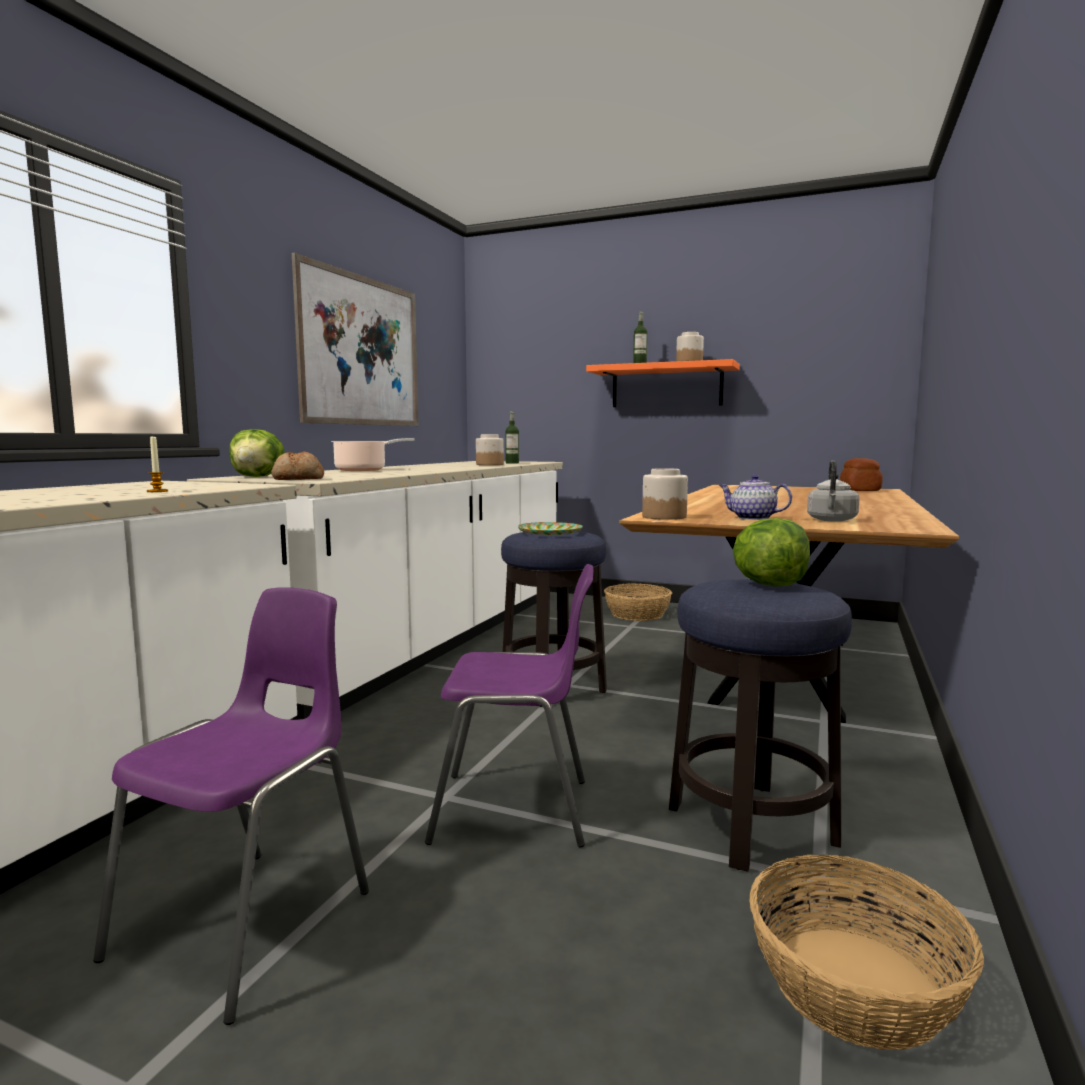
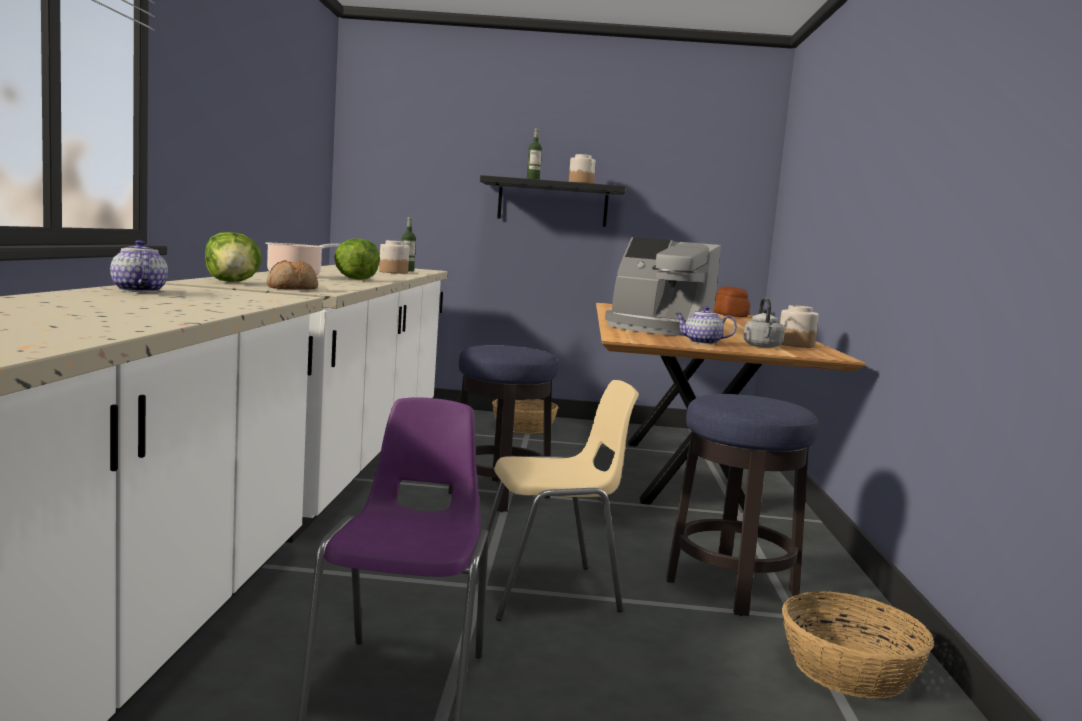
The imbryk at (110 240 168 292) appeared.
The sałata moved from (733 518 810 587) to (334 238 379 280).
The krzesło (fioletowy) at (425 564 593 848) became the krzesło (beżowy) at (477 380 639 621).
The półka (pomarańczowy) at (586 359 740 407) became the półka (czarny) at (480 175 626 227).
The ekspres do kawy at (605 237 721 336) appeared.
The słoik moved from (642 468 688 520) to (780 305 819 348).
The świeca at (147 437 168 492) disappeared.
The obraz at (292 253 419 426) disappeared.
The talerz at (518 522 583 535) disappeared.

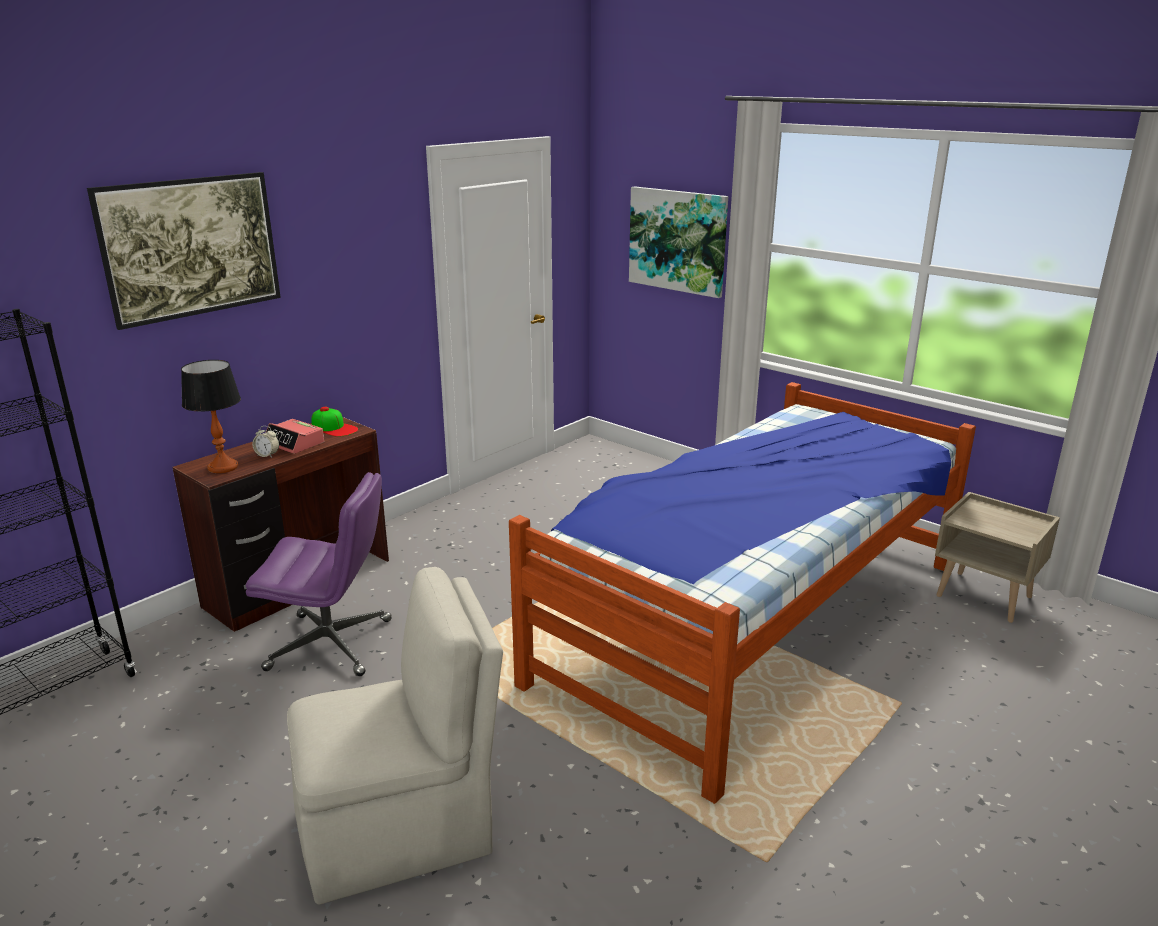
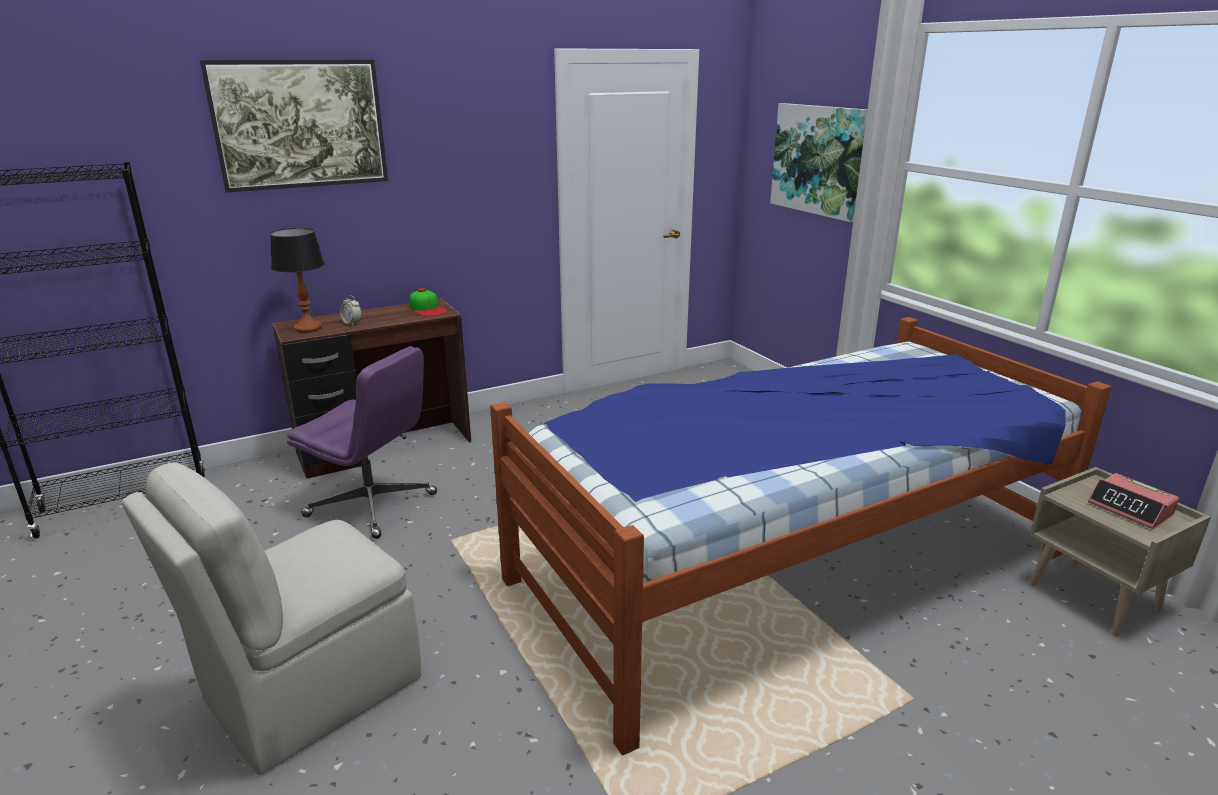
The krzesło (beżowy) at (287 567 503 904) turned 135 degrees clockwise.
The budzik moved from (266 419 324 454) to (1088 473 1179 529).

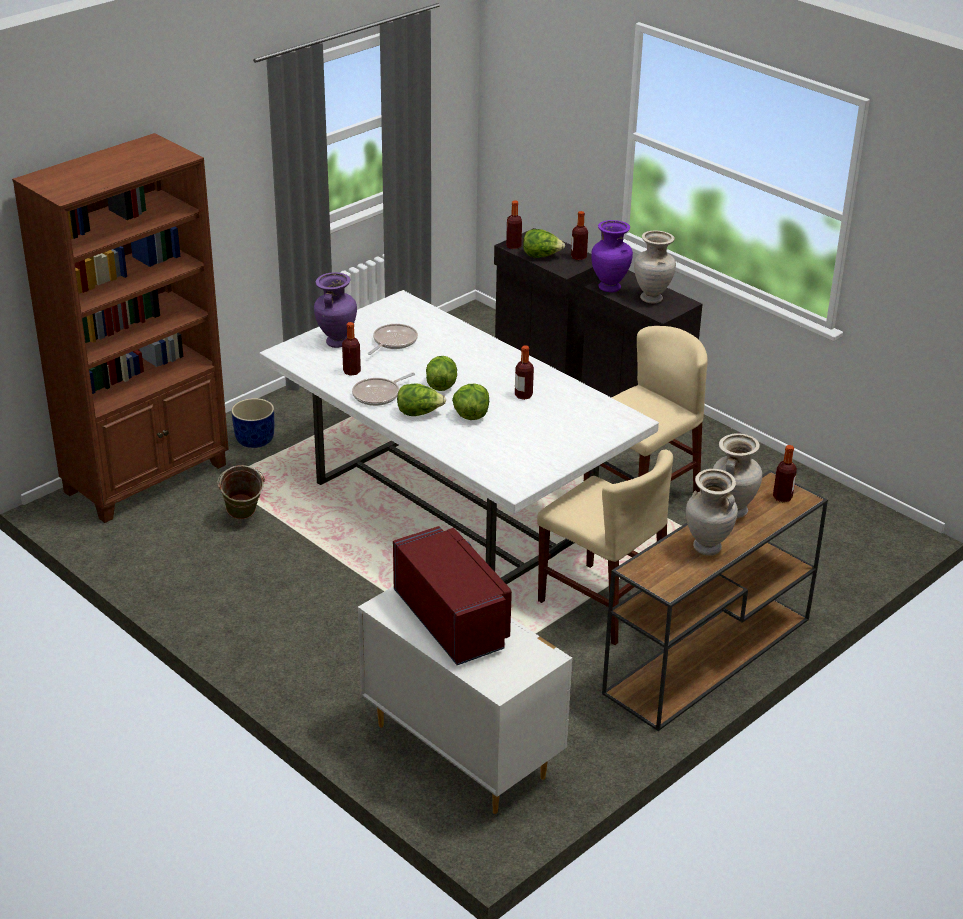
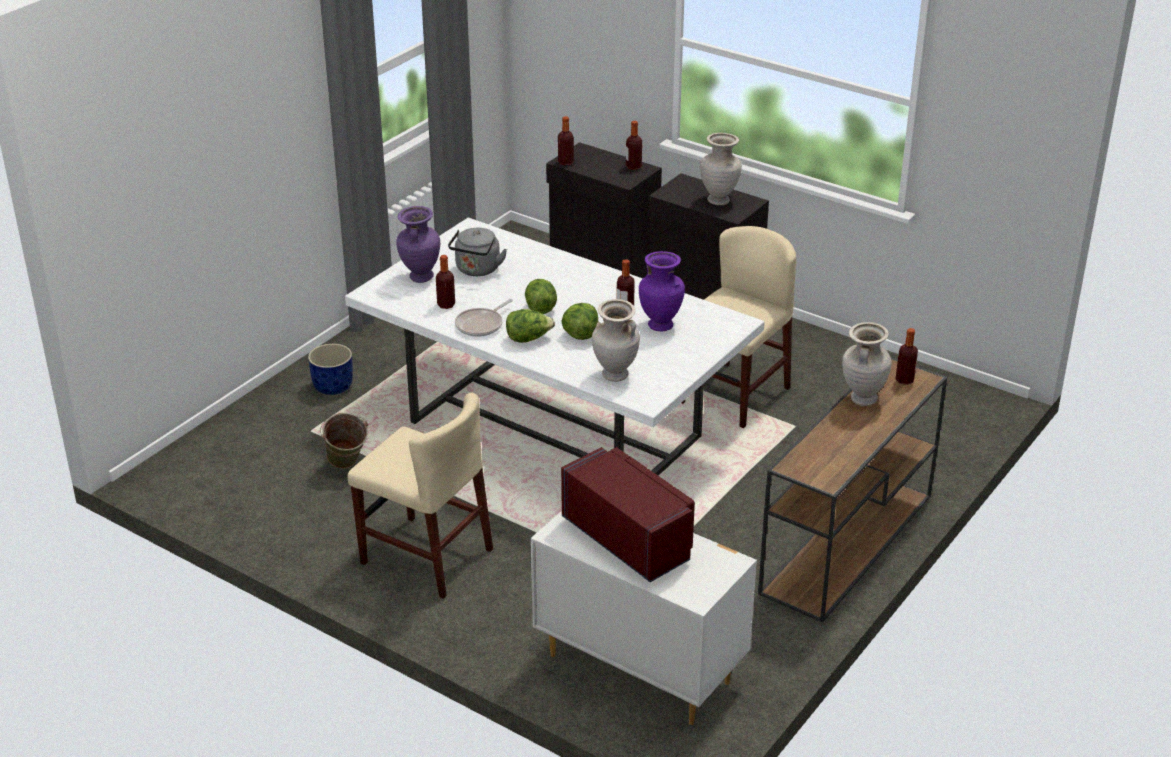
The krzesło (beżowy) moved from (537 450 673 645) to (348 393 493 599).
The patelnia at (367 324 418 355) was replaced by the czajnik (szary) at (448 228 507 276).
The wazon (beżowy) moved from (686 469 738 556) to (592 299 640 382).
The wazon (fioletowy) moved from (591 220 633 292) to (639 251 685 331).
The regał (brązowy) at (12 133 229 523) disappeared.
The sałata at (523 229 565 258) disappeared.

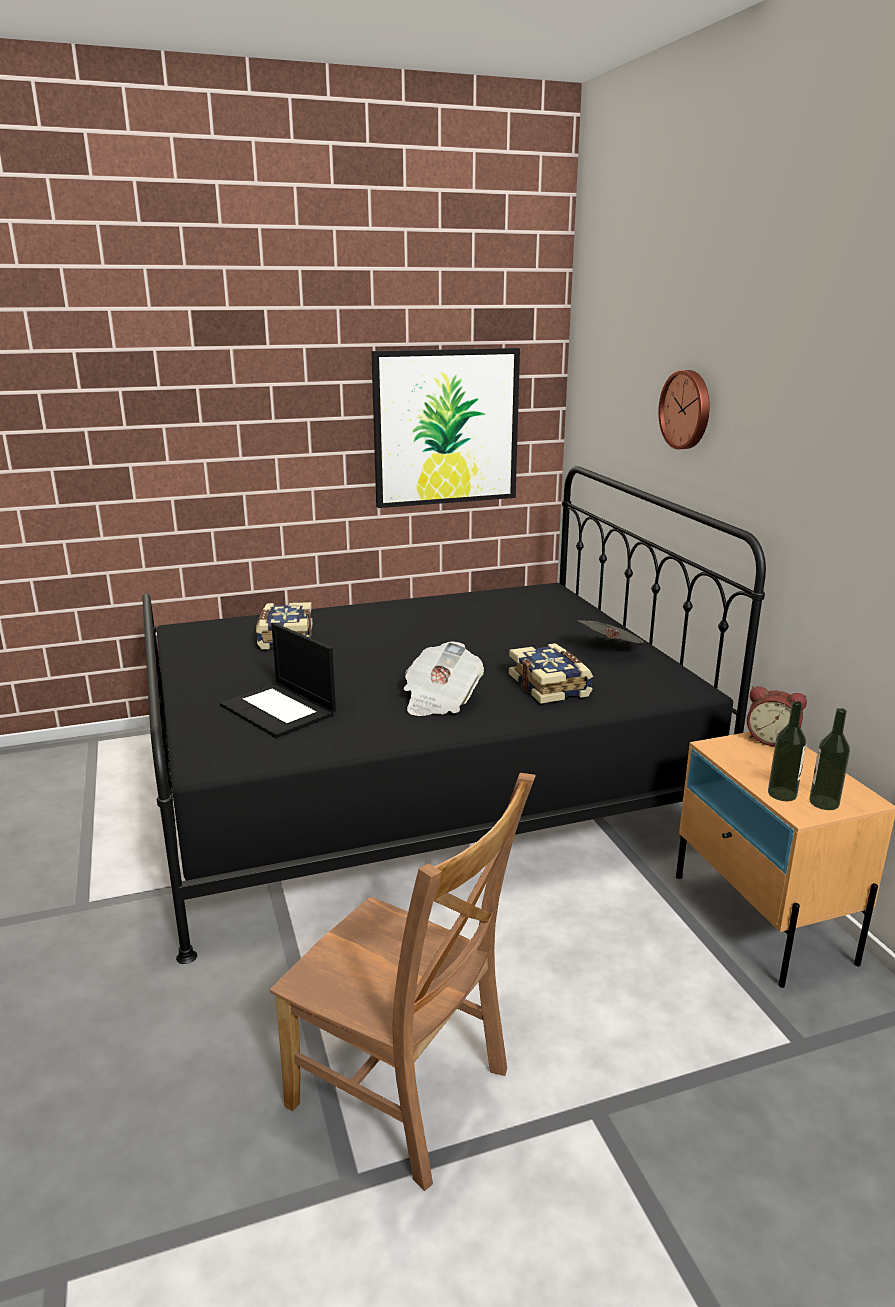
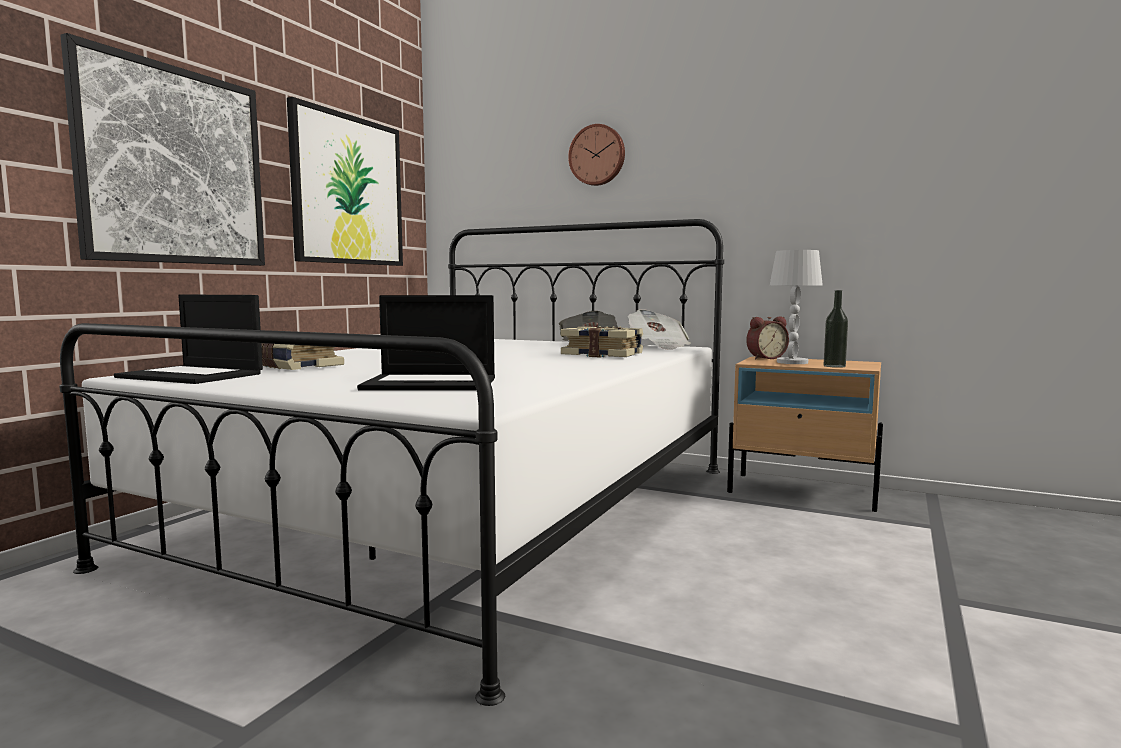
The łóżko (czarny) at (142 466 766 964) became the łóżko (biały) at (59 219 724 706).
The obraz at (60 33 265 266) appeared.
The laptop at (114 294 263 384) appeared.
The gazeta moved from (404 641 484 716) to (628 309 691 350).
The lampa stołowa (biały) at (770 250 823 364) appeared.
The krzesło (brązowy) at (270 773 536 1191) disappeared.
The butelka at (809 708 850 810) disappeared.

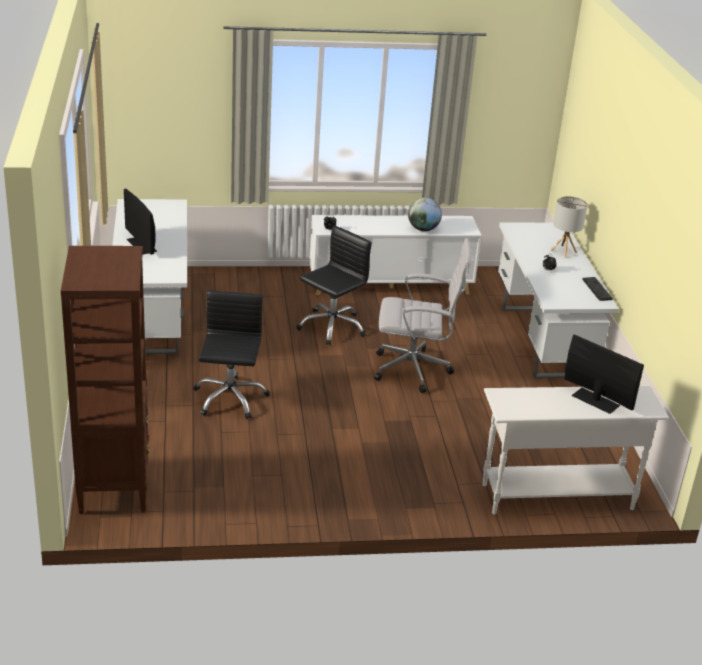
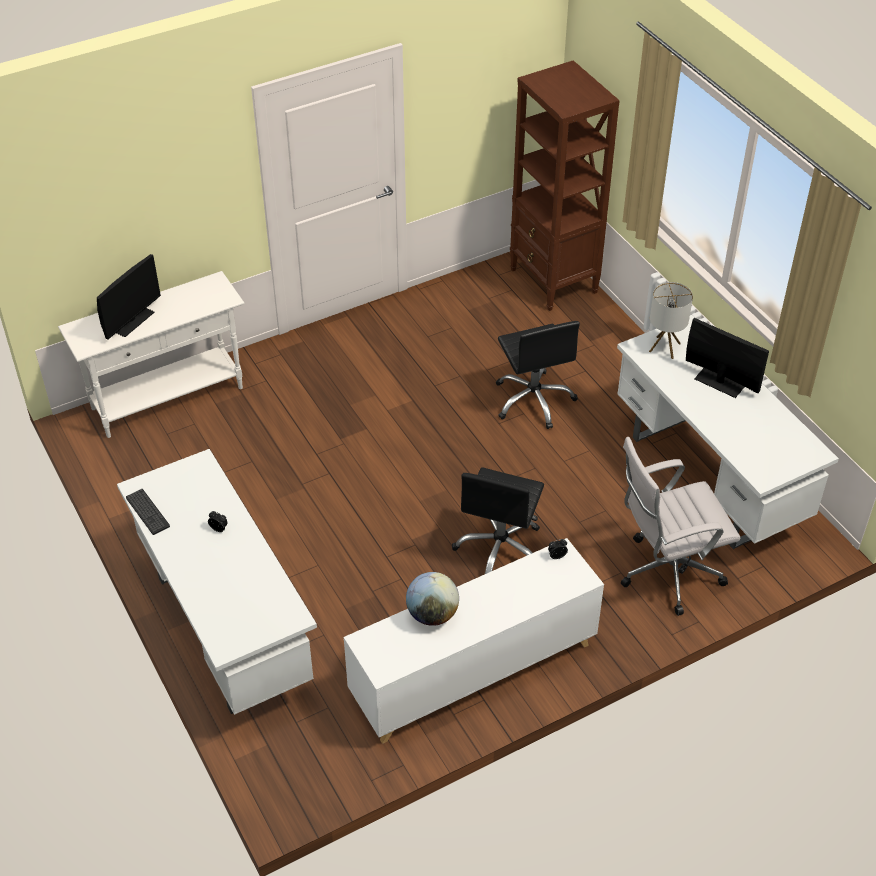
The monitor at (564 334 644 414) turned 75 degrees counterclockwise.
The krzesło biurowe (biały) moved from (374 238 471 393) to (621 437 740 616).
The lampa stołowa moved from (550 196 588 258) to (649 282 693 359).

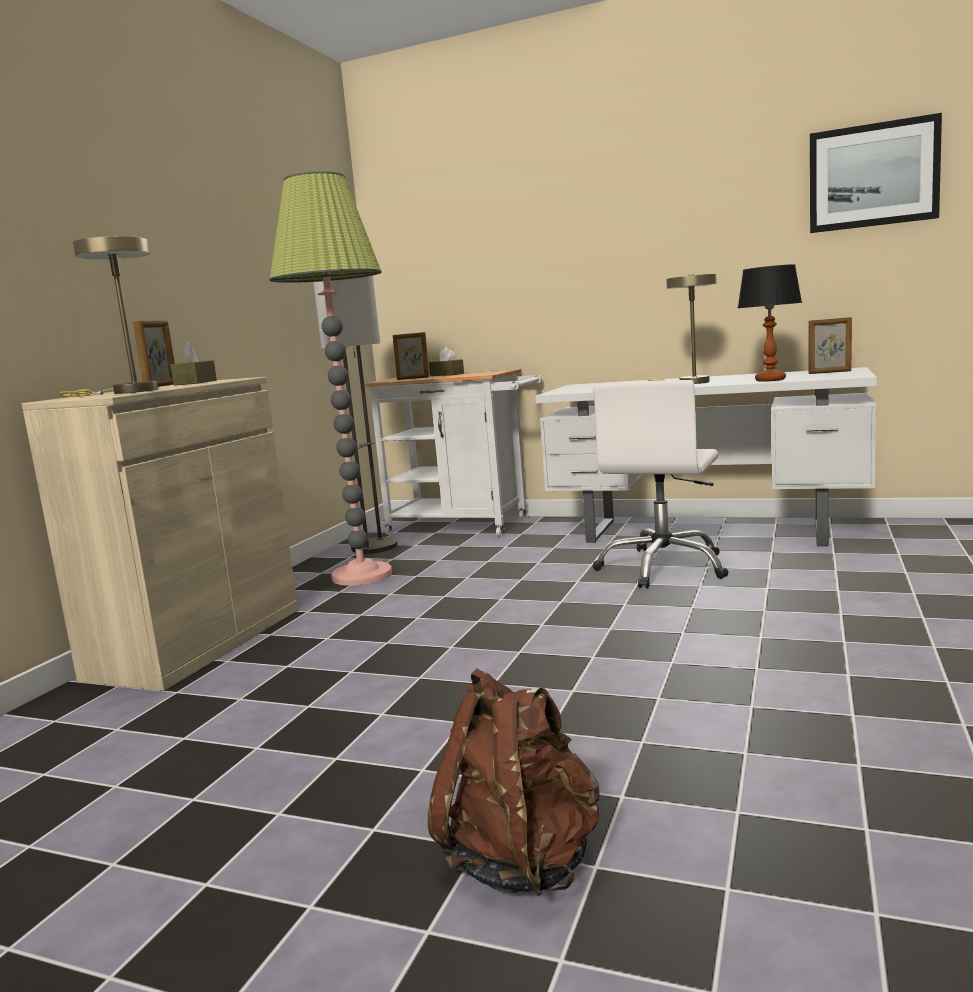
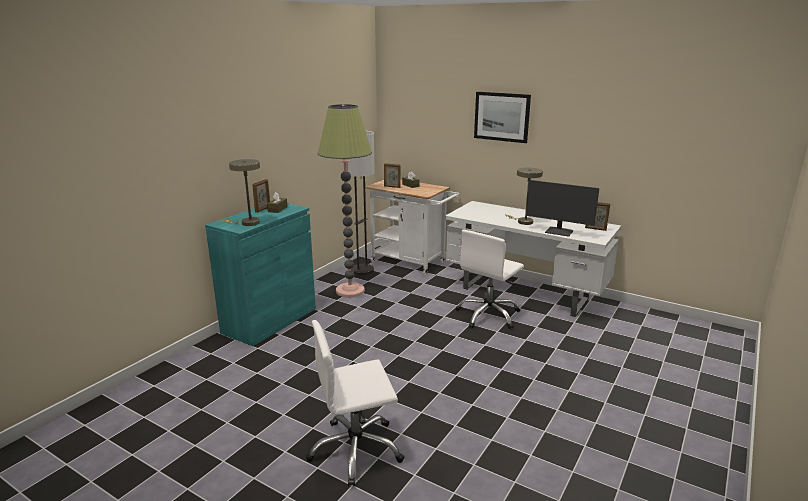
The szafka (beżowy) at (22 377 298 691) became the szafka (turkusowy) at (205 203 316 346).
The plecak (brązowy) at (428 669 599 897) was replaced by the krzesło biurowe (biały) at (306 320 404 486).
The obraz moved from (810 113 942 233) to (474 92 531 143).
The lampa stołowa at (738 264 802 382) was replaced by the monitor at (526 180 599 237).

